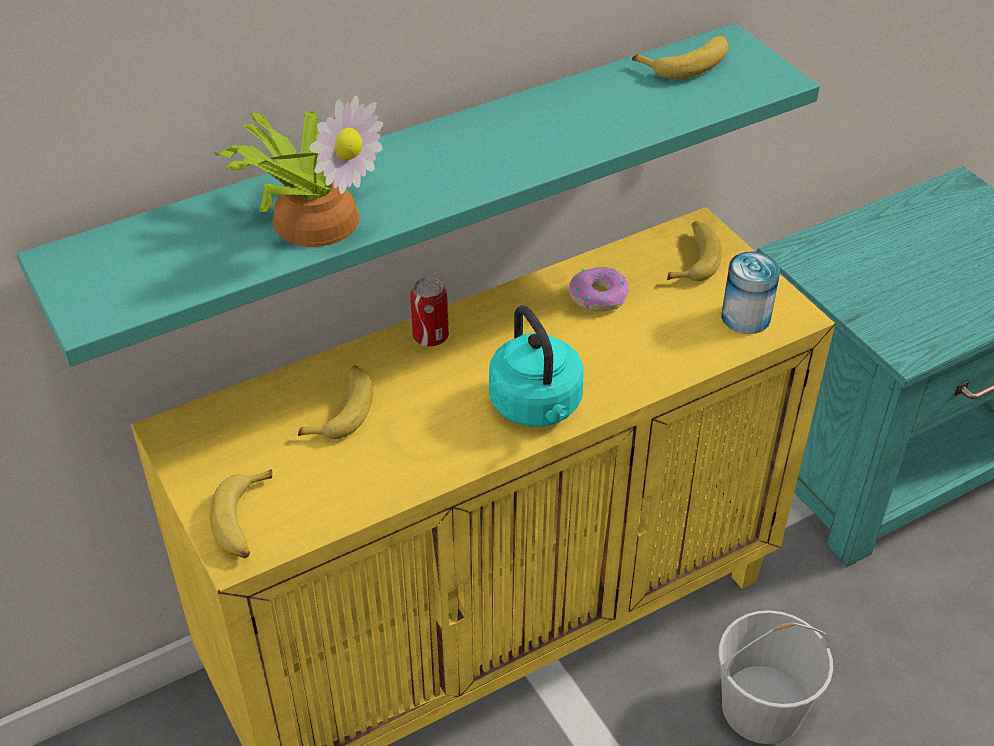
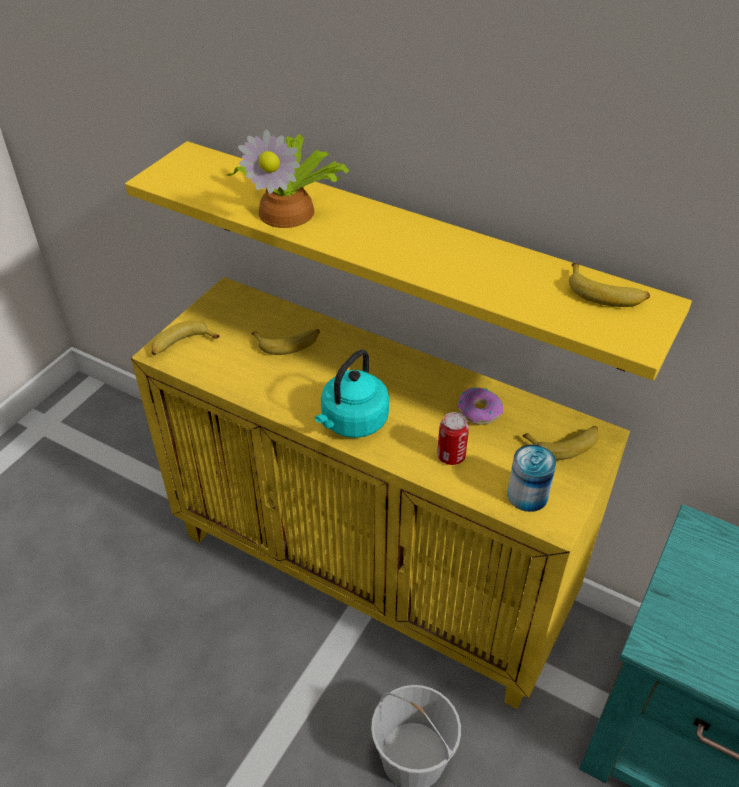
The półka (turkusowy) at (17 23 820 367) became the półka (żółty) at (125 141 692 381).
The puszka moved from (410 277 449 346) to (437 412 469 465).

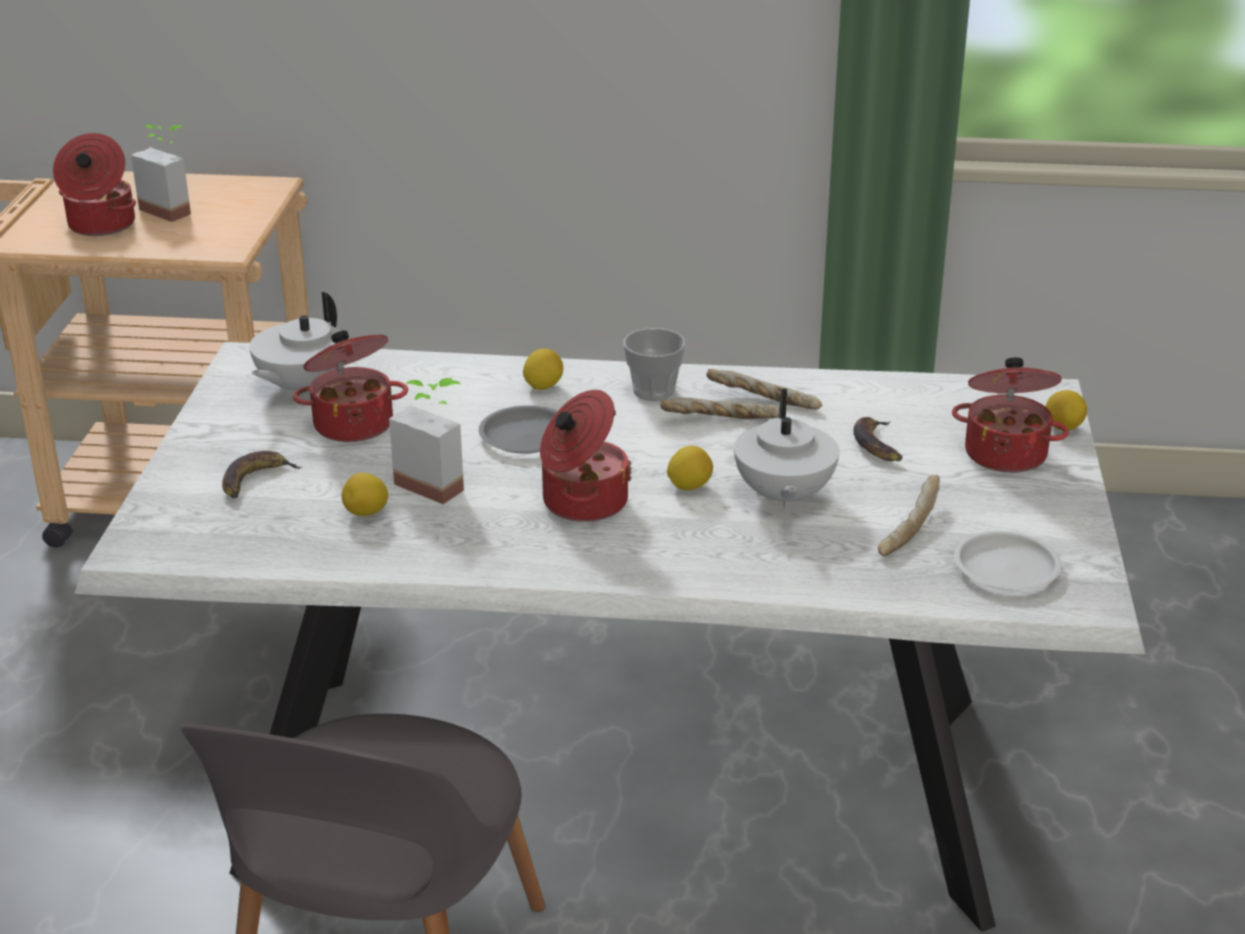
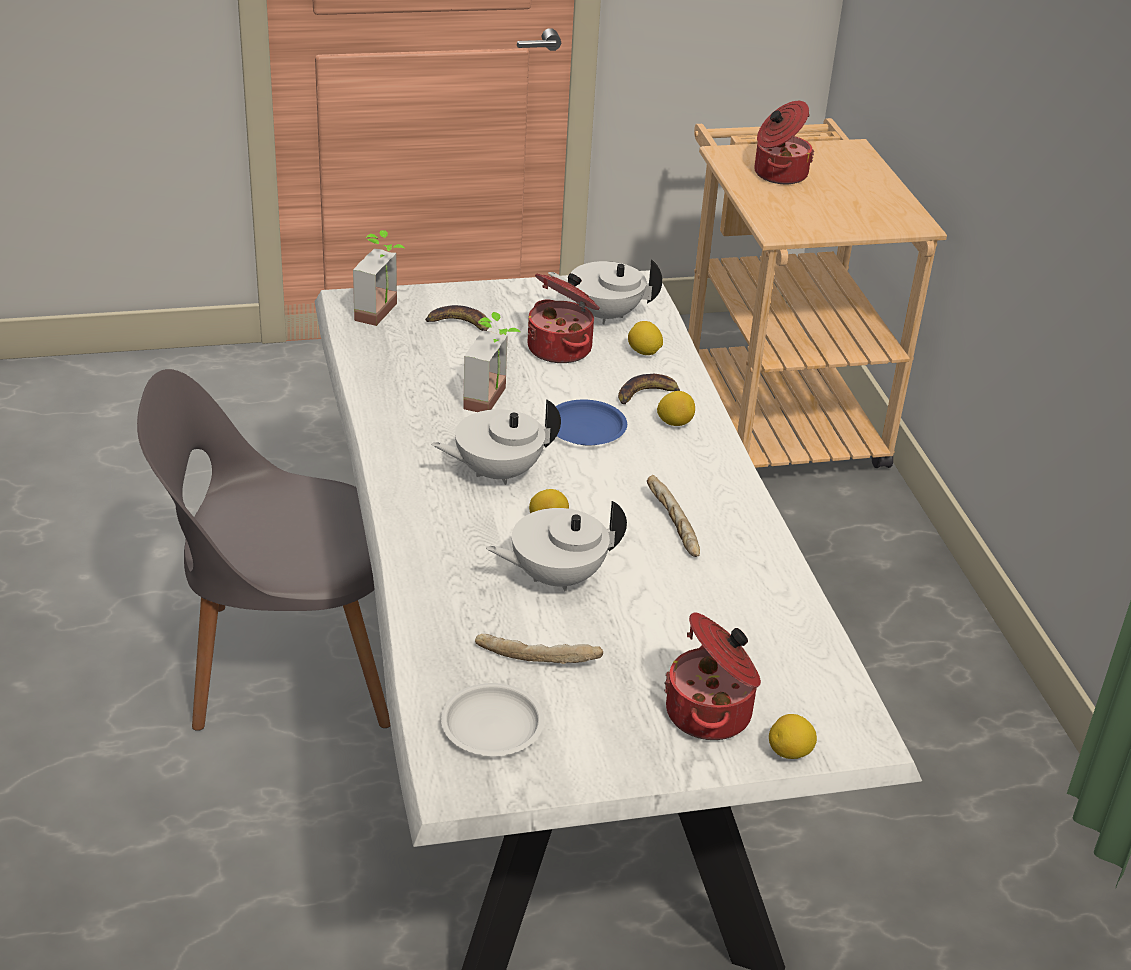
The roślina doniczkowa moved from (131 125 191 222) to (353 230 406 326).
The garnek at (540 390 632 522) was replaced by the imbryk (biały) at (432 399 561 485).
The talerz (szary) at (479 405 557 453) became the talerz (niebieski) at (556 399 627 445).
The banan moved from (853 417 903 461) to (618 374 680 404).
The cytryna moved from (342 473 388 516) to (628 321 663 355).
The filiżanka at (623 328 686 401) disappeared.
The chleb at (707 369 822 409) disappeared.

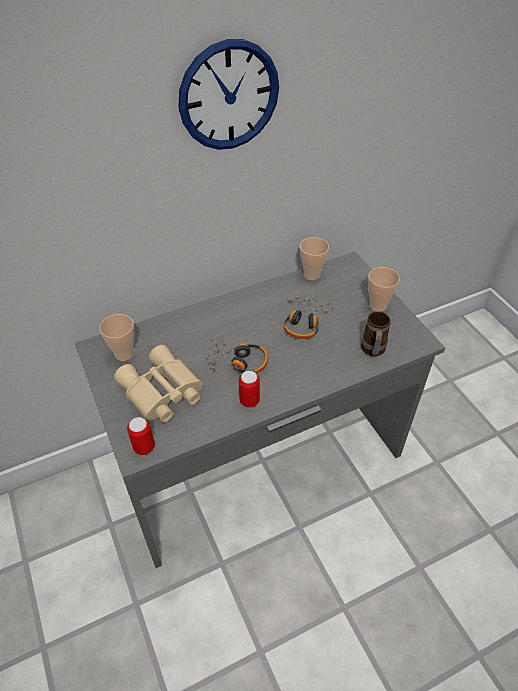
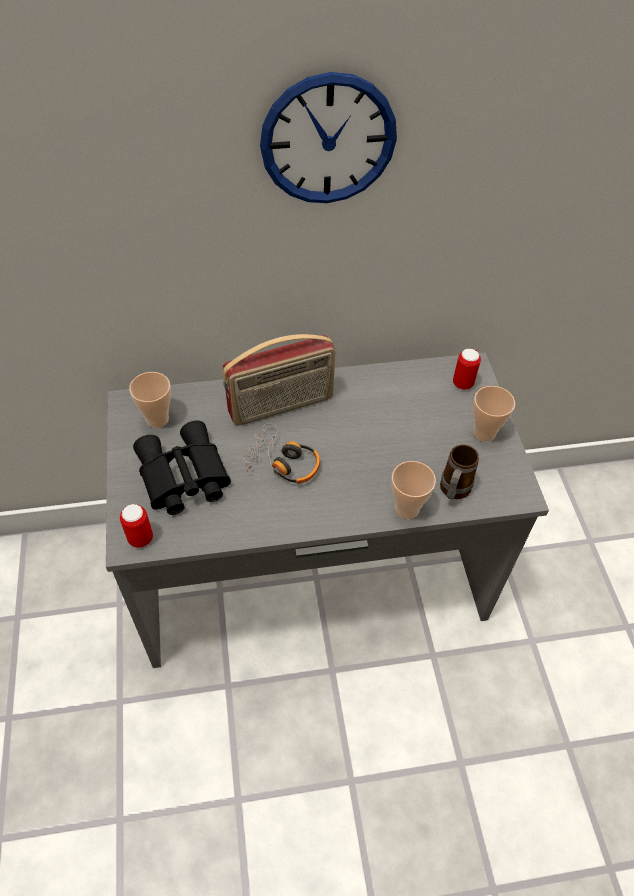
The lornetka (beżowy) at (114 345 203 422) became the lornetka (czarny) at (133 420 231 515).
The radio at (223 334 335 426) appeared.
The filiżanka moved from (300 237 329 280) to (391 461 436 519).
The puszka moved from (239 371 260 408) to (453 349 481 390).
The słuchawki at (284 296 334 339) disappeared.

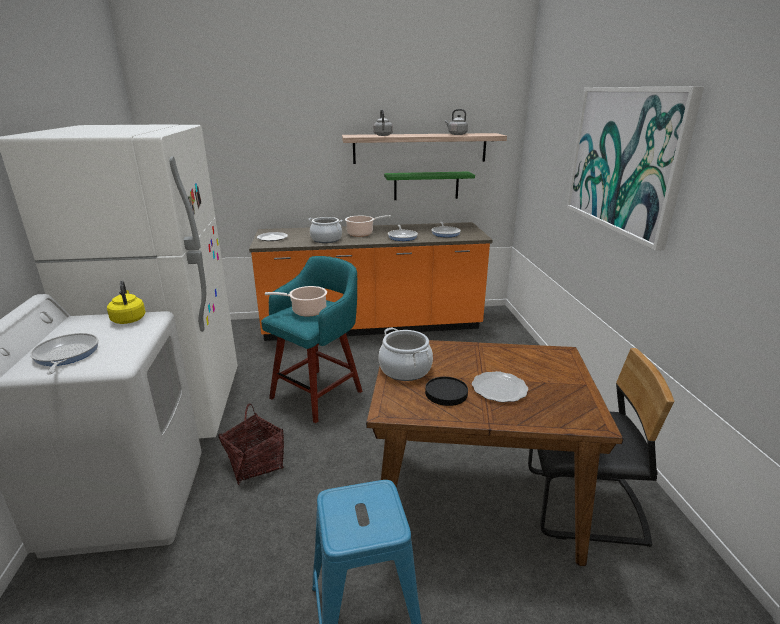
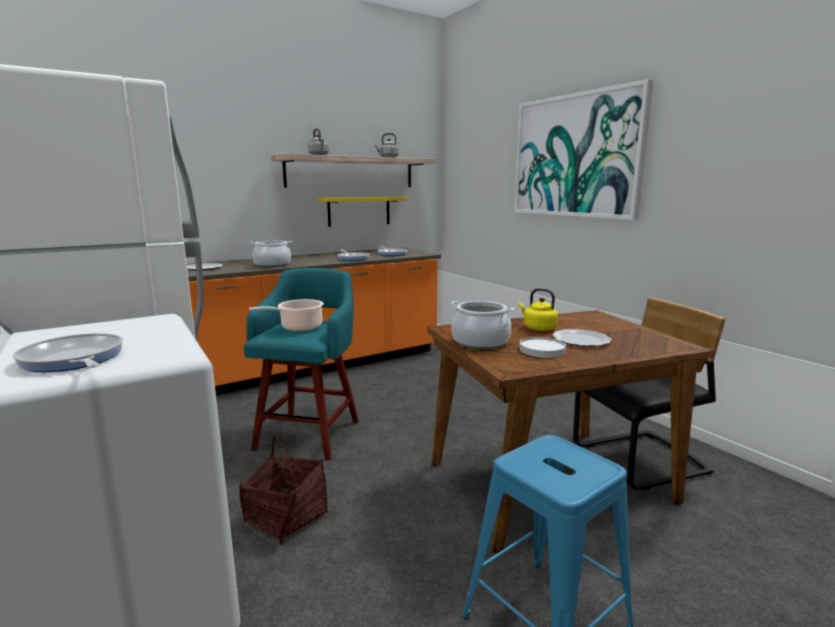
The półka (zielony) at (384 171 475 200) became the półka (żółty) at (317 197 409 227).
The czajnik (żółty) moved from (107 281 146 324) to (519 288 558 331).
The talerz (czarny) at (425 377 468 406) became the talerz (biały) at (519 337 566 358).
The garnek at (345 215 391 237) disappeared.

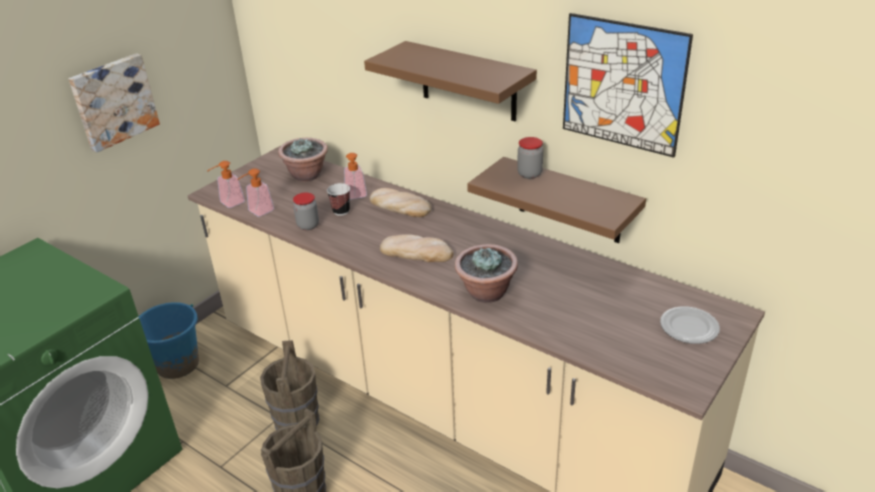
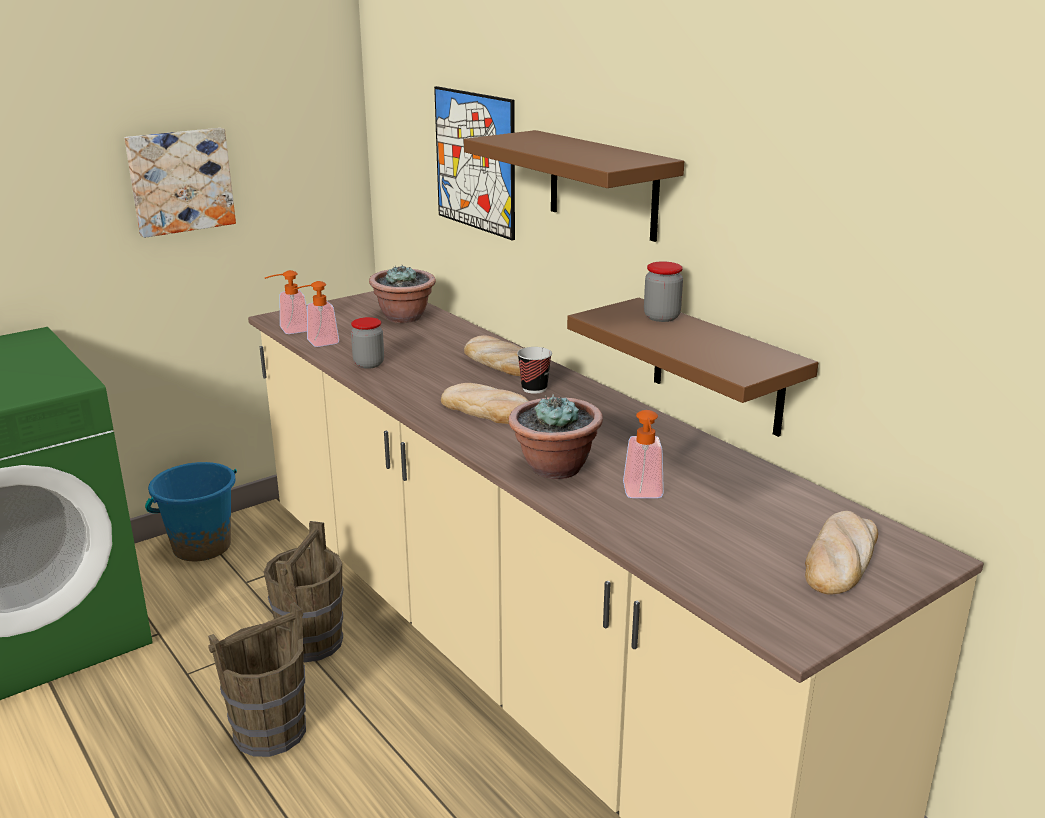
The obraz moved from (563 13 693 158) to (434 86 515 240).
The filiżanka moved from (327 183 350 216) to (517 347 552 394).
The dozownik mydła moved from (344 153 367 199) to (623 410 664 498).
The talerz at (660 307 720 344) was replaced by the chleb at (805 511 878 595).

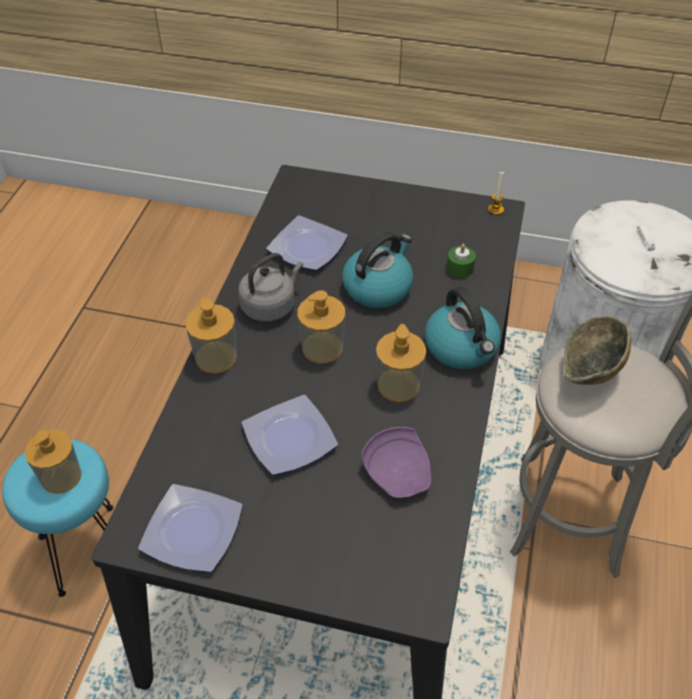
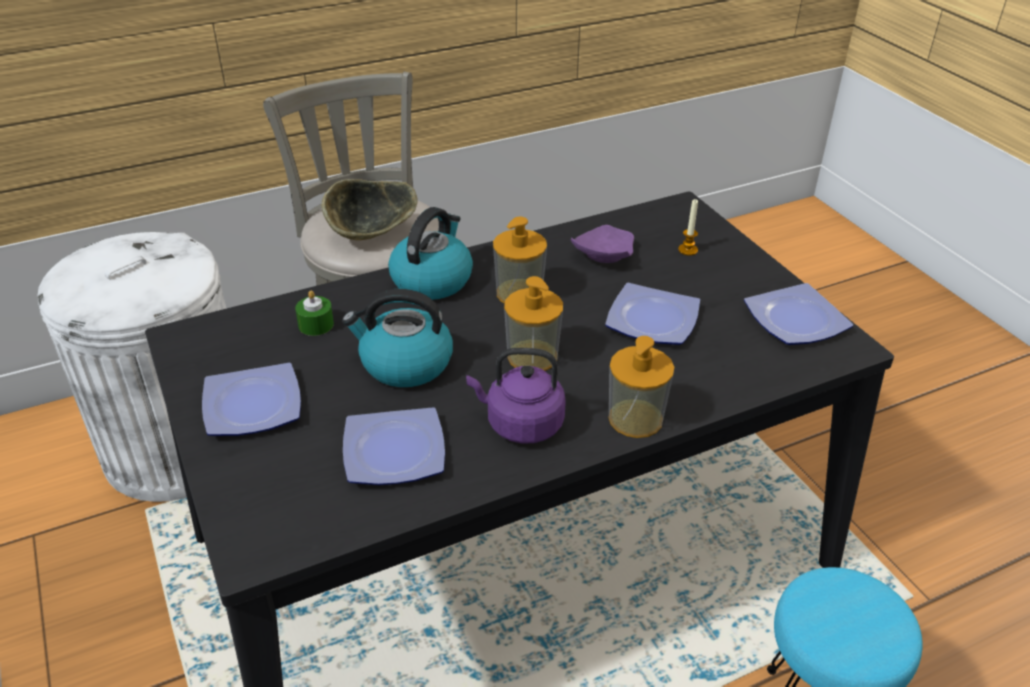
The talerz at (202 363 301 436) appeared.
The czajnik (szary) at (238 253 303 322) became the czajnik (fioletowy) at (466 348 566 444).
The świeca moved from (488 172 504 215) to (678 199 698 256).
The dozownik mydła at (24 429 81 494) disappeared.

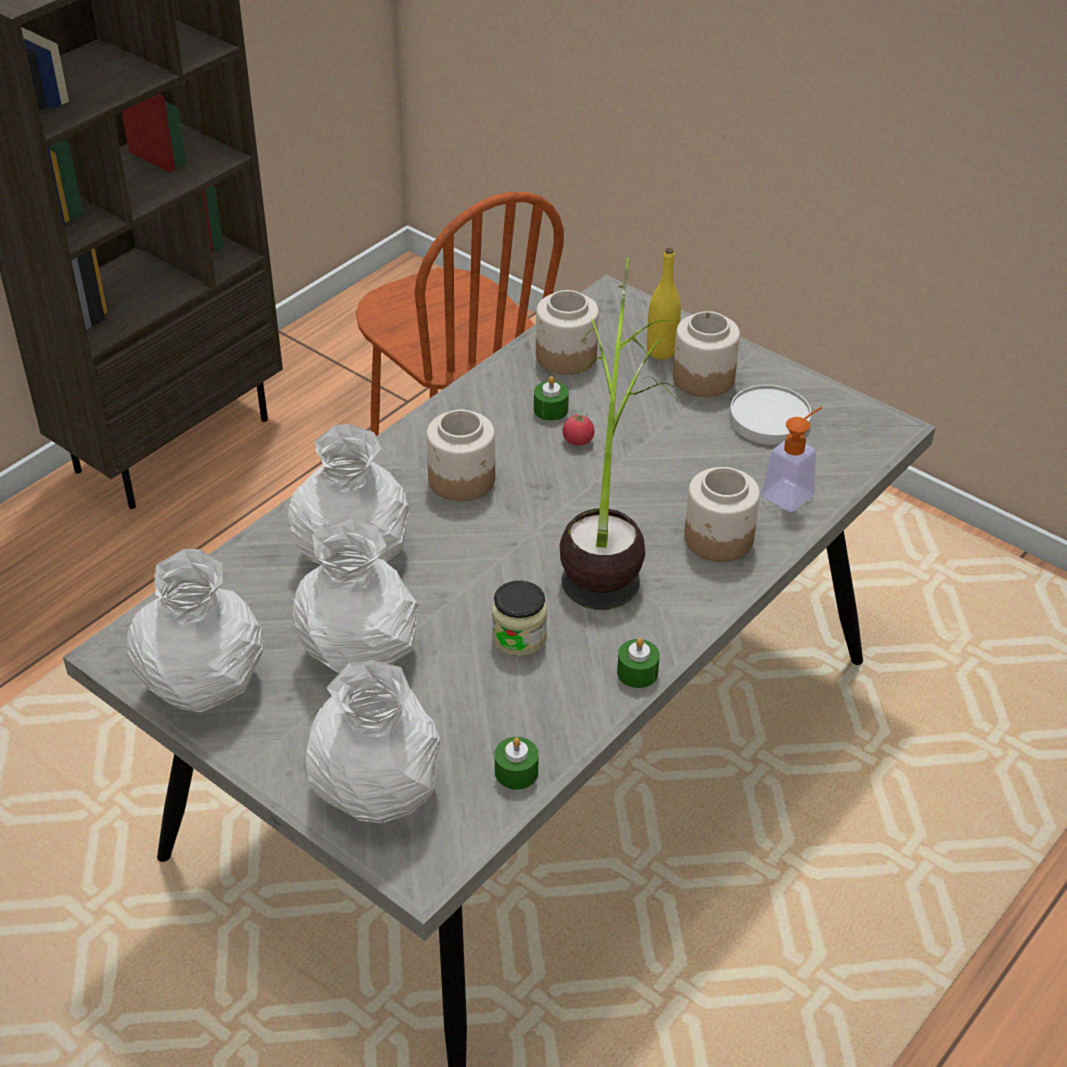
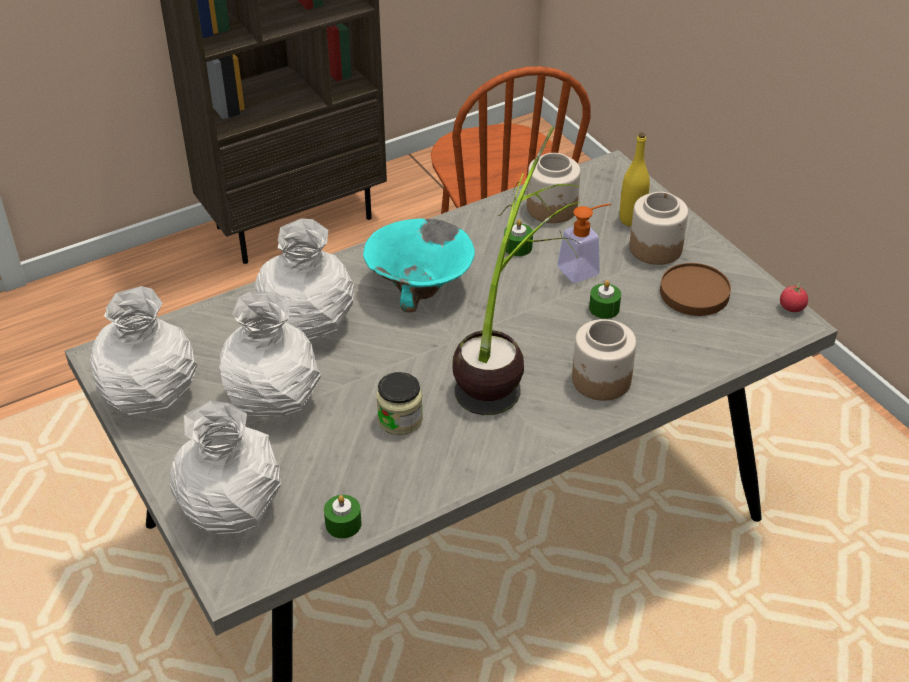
The słoik at (426 410 495 501) was replaced by the miska (turkusowy) at (363 219 475 313).
The dozownik mydła moved from (761 407 822 512) to (557 203 611 283).
The świeca (zielony) moved from (617 638 660 688) to (589 280 621 319).
The talerz (biały) at (729 385 811 445) became the talerz (brązowy) at (660 263 731 316).
The pomidor moved from (562 410 594 446) to (780 282 808 312).

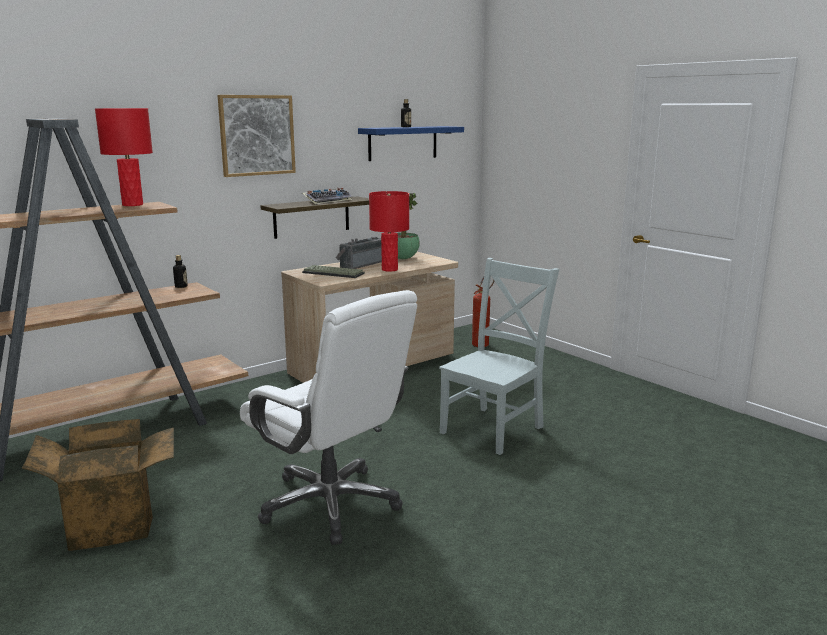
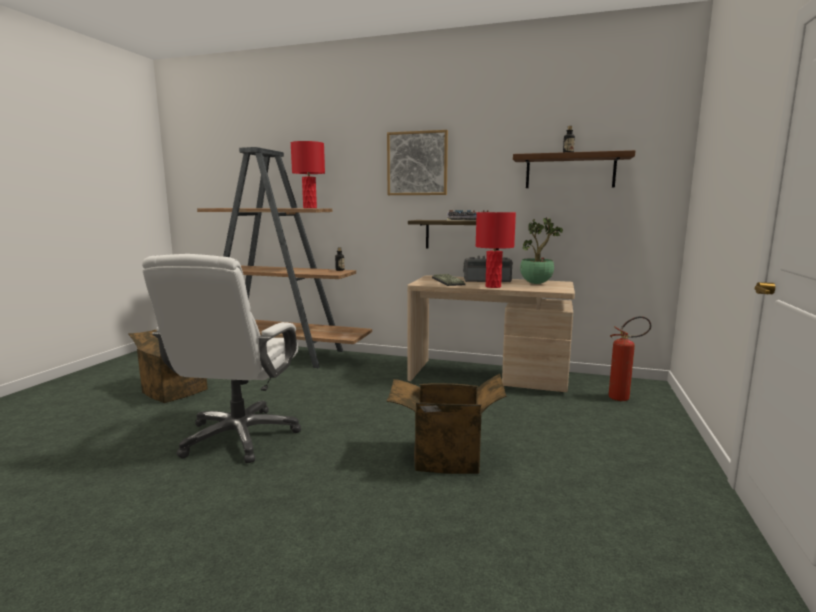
The krzesło (szary) at (439 258 559 455) was replaced by the karton at (387 374 506 474).
The półka (niebieski) at (358 126 464 161) became the półka (brązowy) at (513 150 635 188).

